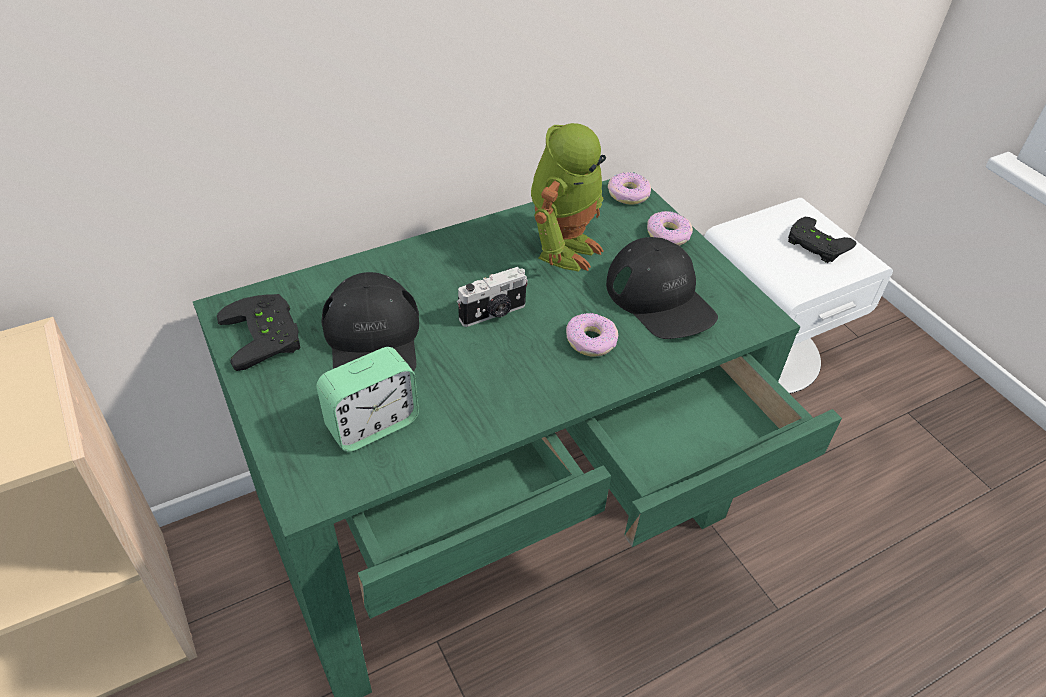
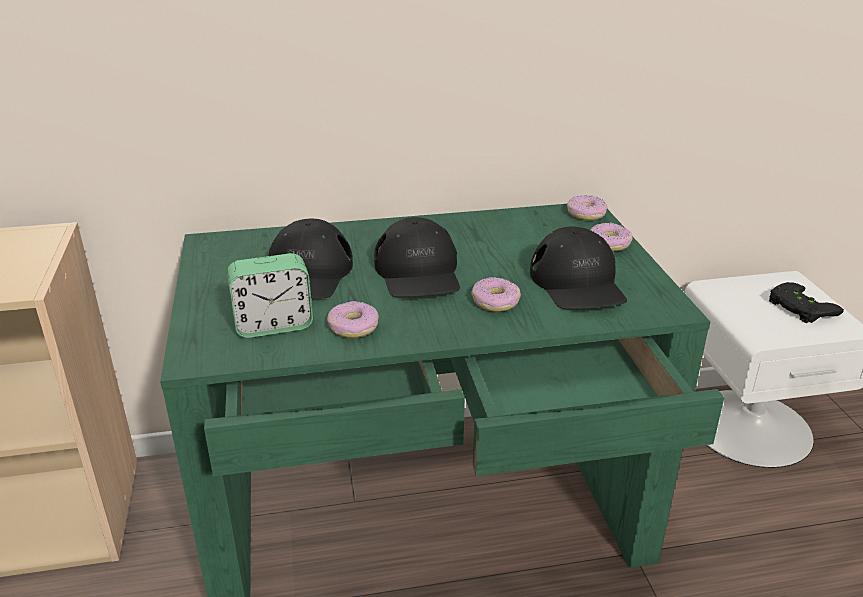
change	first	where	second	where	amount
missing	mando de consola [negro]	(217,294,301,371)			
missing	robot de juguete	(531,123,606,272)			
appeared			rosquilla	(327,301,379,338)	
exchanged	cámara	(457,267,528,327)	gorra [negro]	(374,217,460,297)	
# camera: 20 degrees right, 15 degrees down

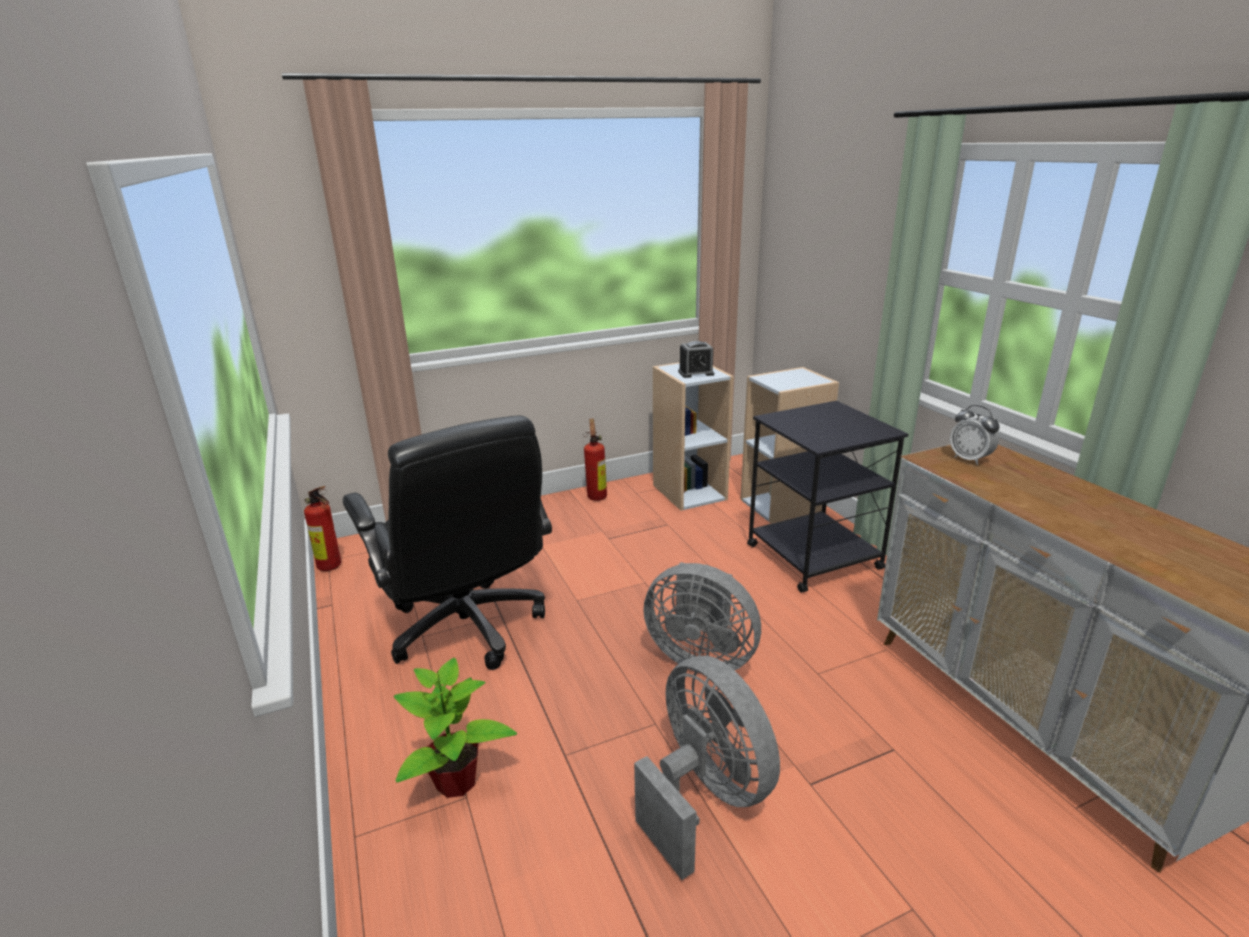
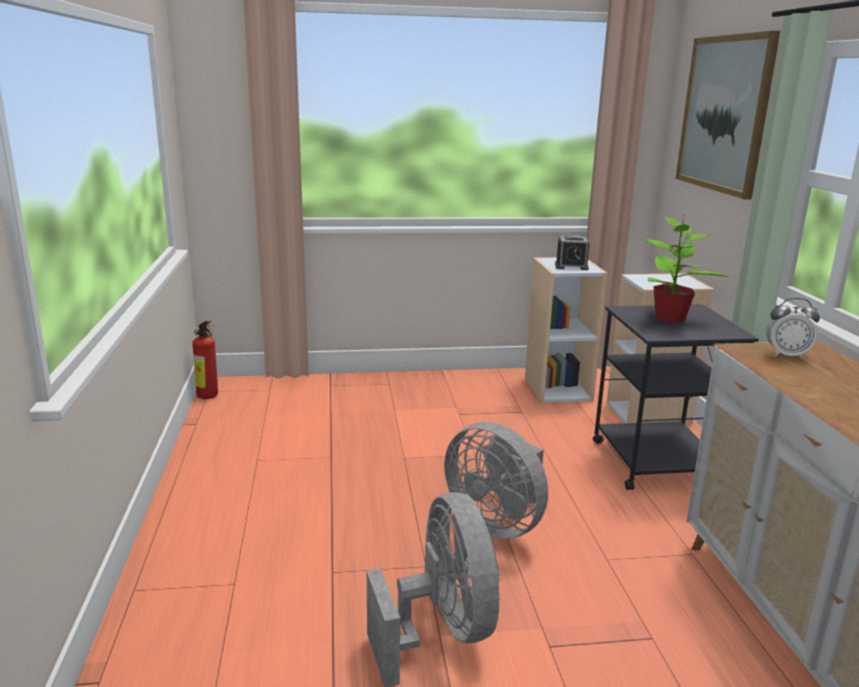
change	first	where	second	where	amount
missing	silla de oficina [negro]	(343,415,552,670)			
missing	extintor	(583,418,607,501)			
appeared			cuadro	(676,31,780,199)	
relocated	planta en maceta	(394,657,517,798)		(641,217,729,322)	
spun	despertador	(950,405,999,465)		(766,298,820,359)	60 degrees counterclockwise
# camera: 15 degrees right, 5 degrees down

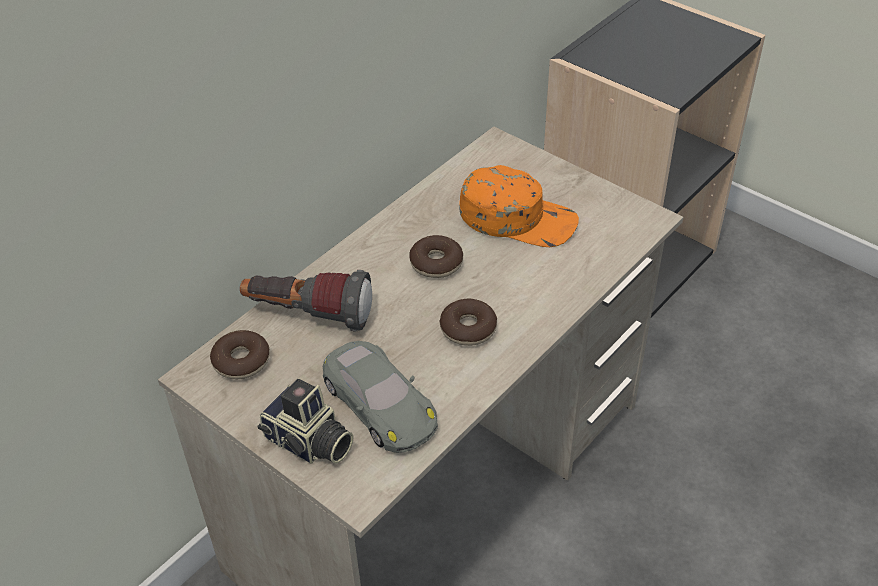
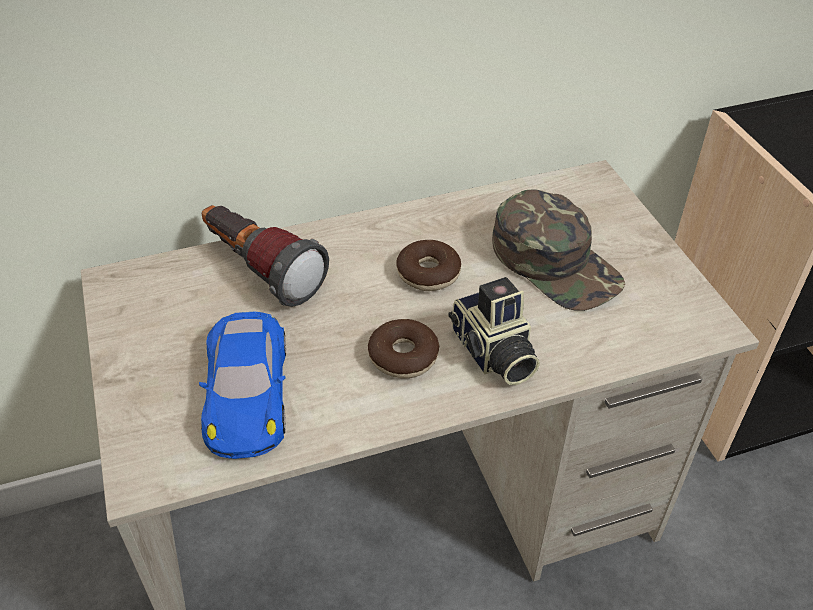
change	first	where	second	where	amount
missing	rosquilla	(210,330,269,379)			
relocated	cámara	(257,379,353,464)		(449,277,540,385)	
colour	coche de juguete [gris]	(323,341,438,453)	coche de juguete [azul]	(199,312,287,459)	
colour	gorra [naranja]	(459,165,579,247)	gorra [verde]	(492,189,625,311)	
# camera: 30 degrees right, 0 degrees up

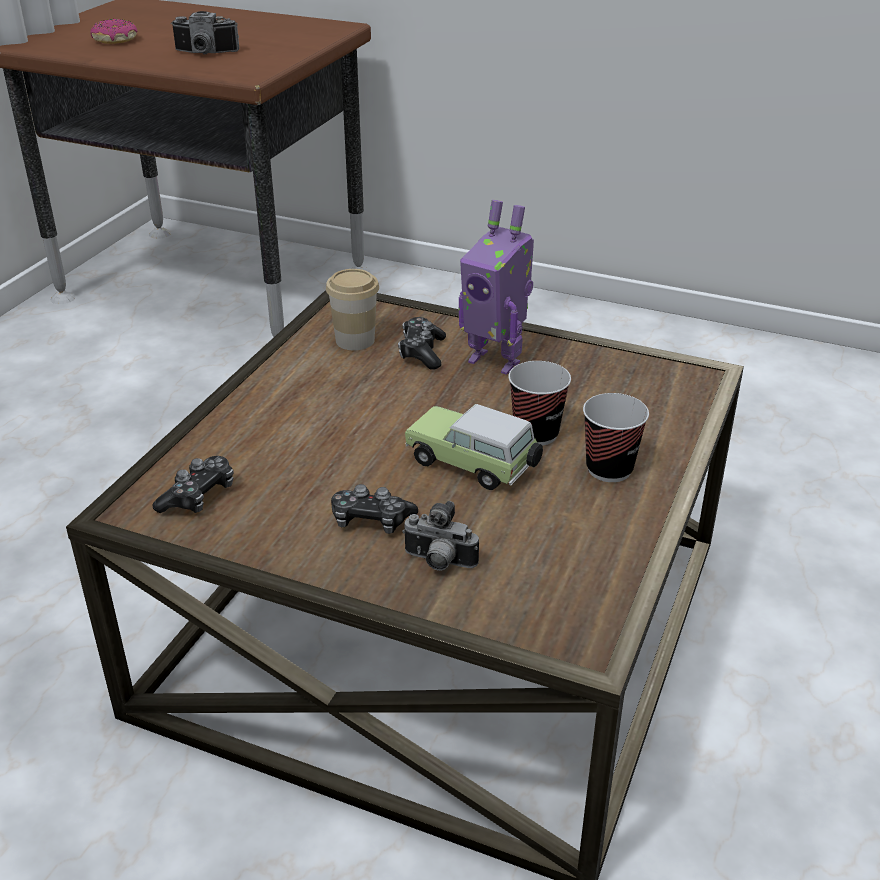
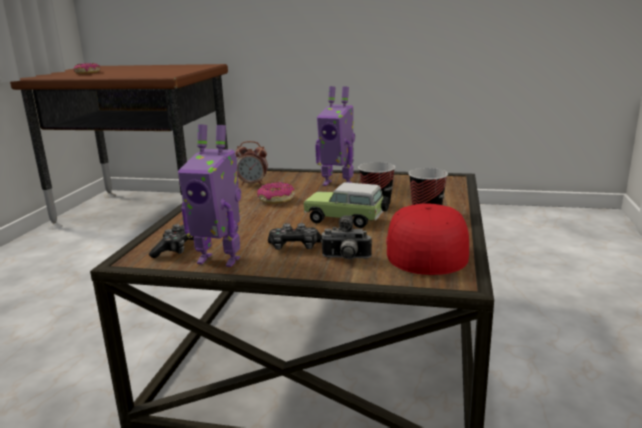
change	first	where	second	where	amount
missing	cámara	(171,11,239,54)			
missing	mando de consola	(398,317,446,370)			
appeared			robot de juguete	(178,124,241,267)	
appeared			rosquilla	(257,182,295,204)	
appeared			gorra [rojo]	(386,203,469,275)	
exchanged	taza	(326,269,379,350)	despertador	(235,141,268,185)	
# camera: 10 degrees left, 15 degrees down

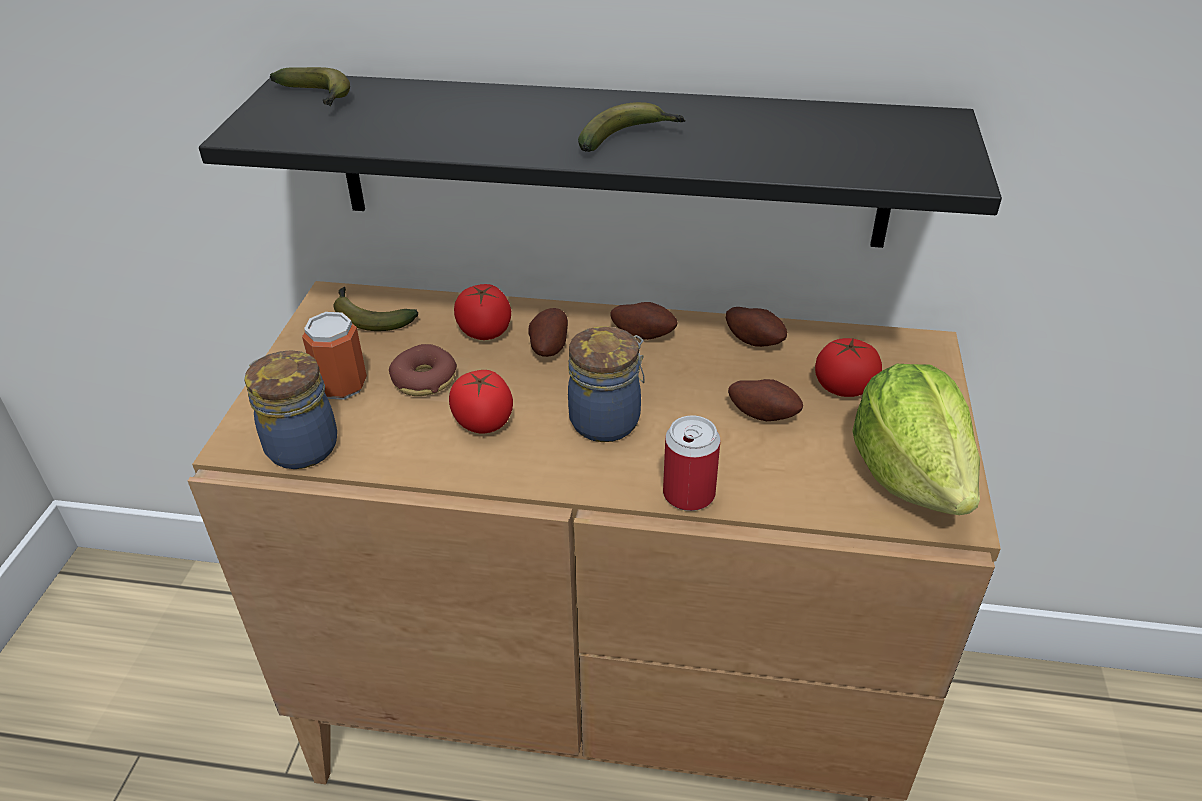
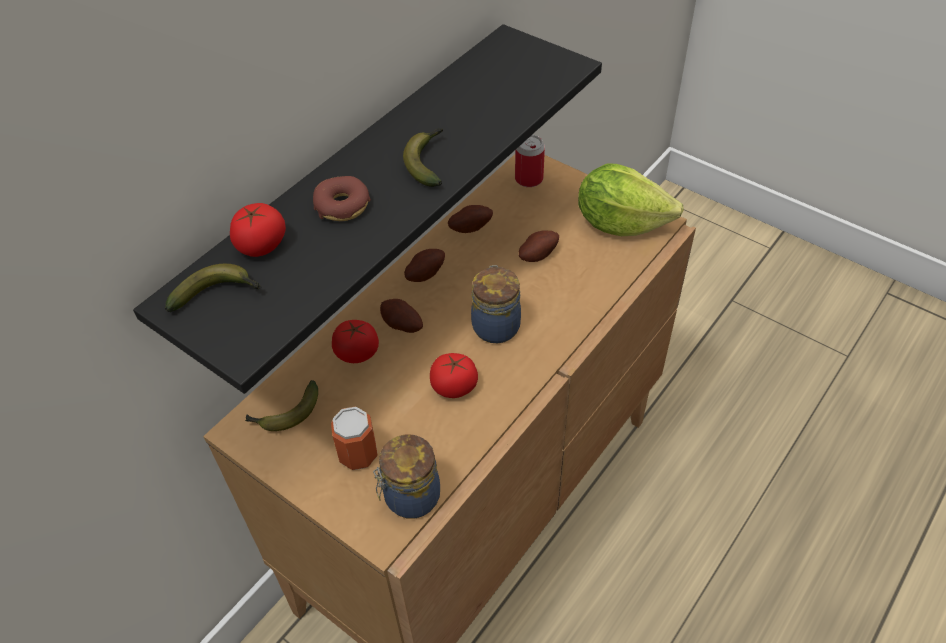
change	first	where	second	where	amount
relocated	rosquilla	(389,344,457,396)		(313,176,371,221)	
relocated	lata	(663,415,720,511)		(515,135,545,187)	
relocated	tomate	(815,338,882,397)		(230,203,286,257)	
# camera: 60 degrees left, 10 degrees up

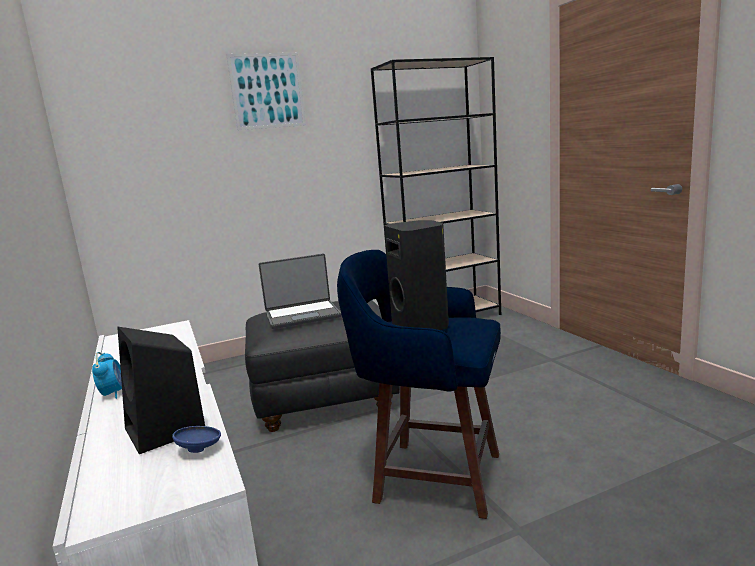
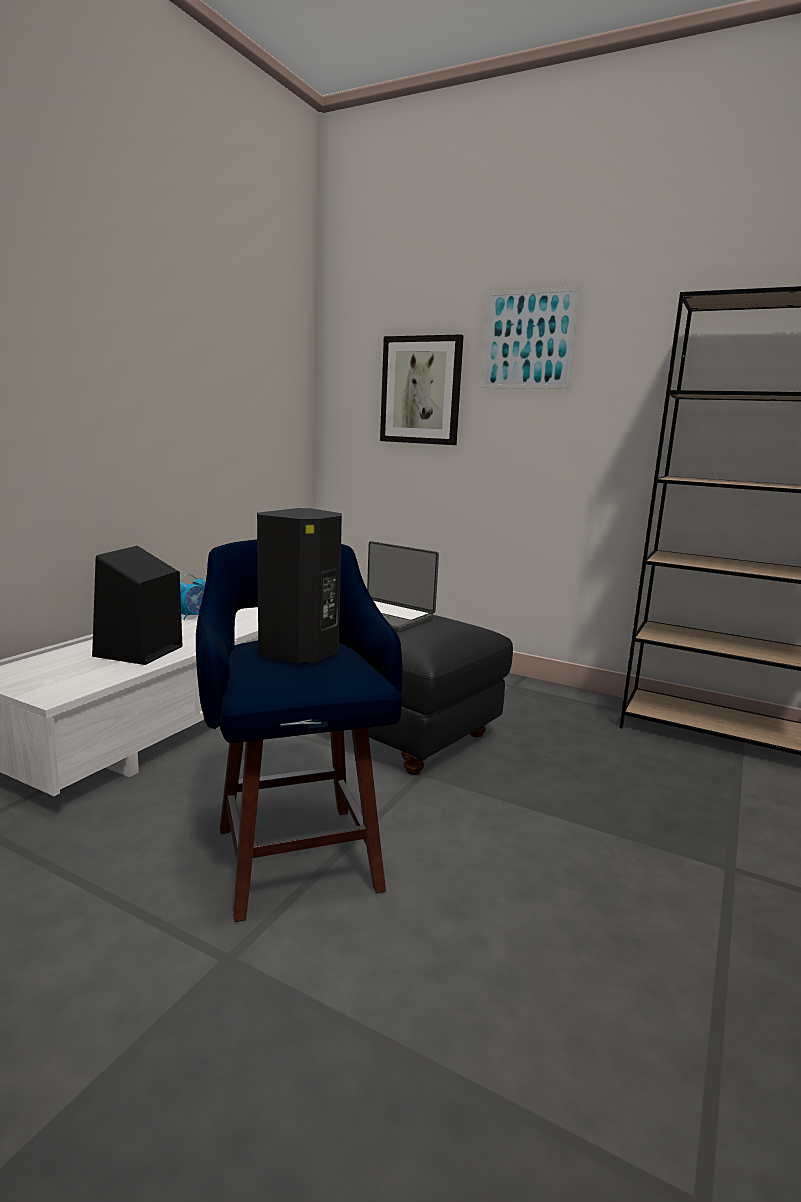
change	first	where	second	where	amount
missing	cuenco [azul]	(172,426,221,453)			
appeared			cuadro	(380,334,464,445)	
# camera: 50 degrees right, 0 degrees up

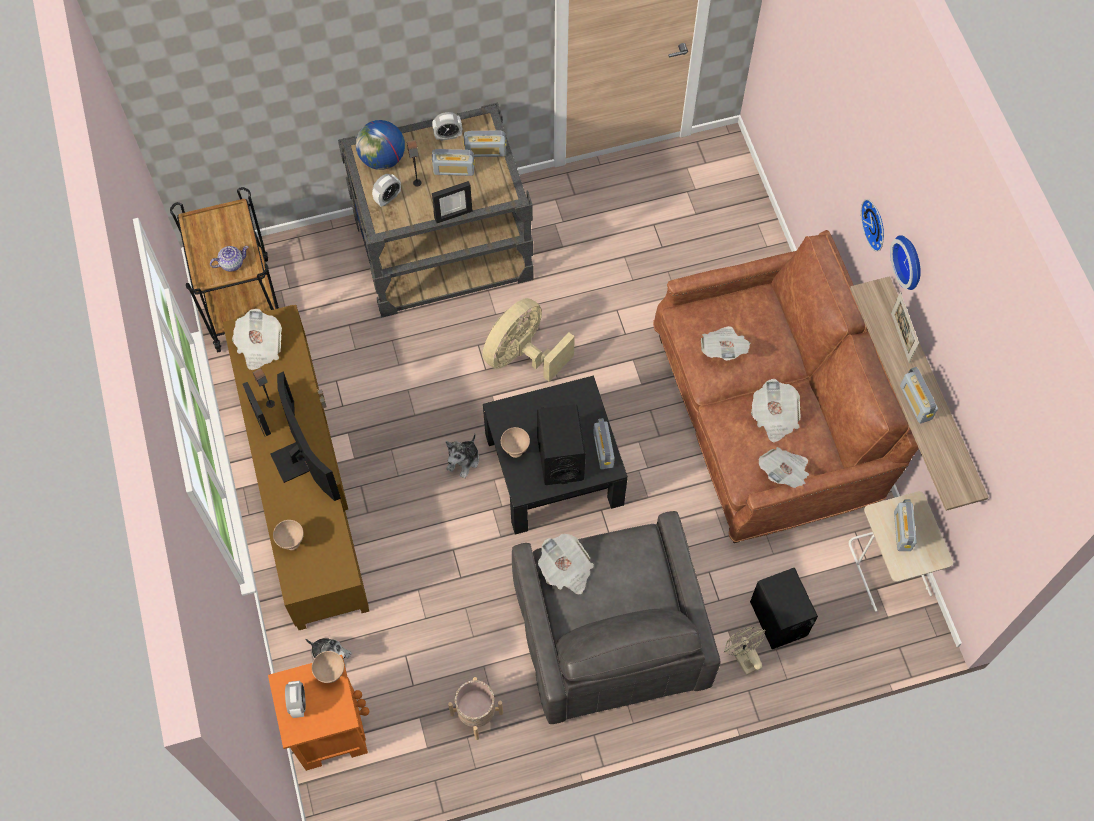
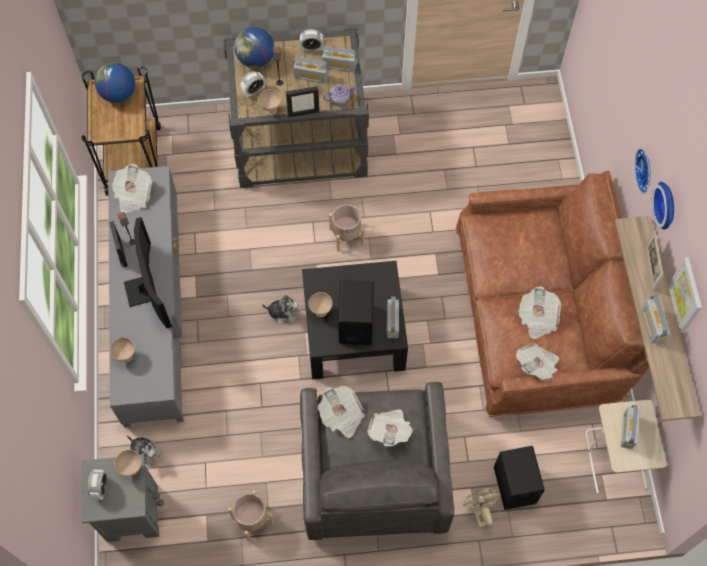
change	first	where	second	where	amount
appeared			globo terráqueo	(95,63,135,103)	
appeared			cuenco [beis]	(258,89,281,116)	
appeared			cuadro	(668,258,702,333)	
relocated	tetera	(210,246,248,272)		(323,84,356,106)	
relocated	periódico	(701,326,751,361)		(367,409,413,446)	
exchanged	ventilador [beis]	(482,298,575,382)	maceta [beis]	(329,204,364,252)	
colour	mueble de televisión [marrón]	(222,305,369,630)	mueble de televisión [gris]	(108,166,184,428)	
colour	mesita de noche [naranja]	(268,655,369,771)	mesita de noche [gris]	(81,454,164,542)	
spun	peluche	(446,434,479,478)		(262,295,299,324)	120 degrees counterclockwise
# camera: 10 degrees right, 0 degrees up

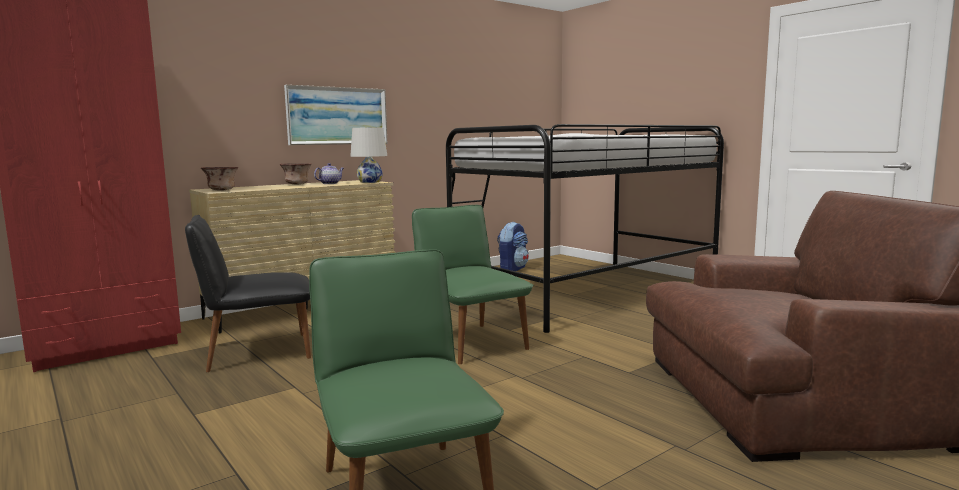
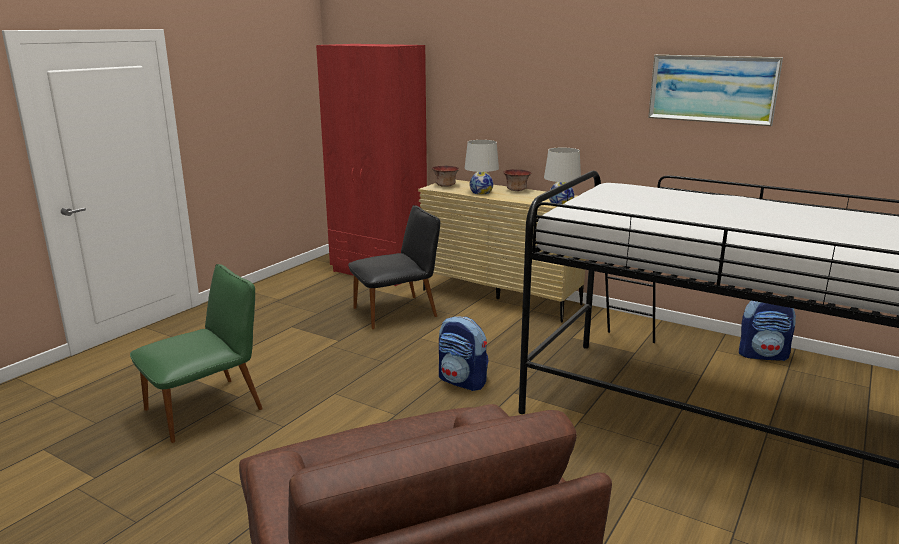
change	first	where	second	where	amount
missing	tetera	(314,163,344,184)			
appeared			lámpara de mesa [blanco]	(465,140,499,194)	
relocated	cuadro	(284,85,387,145)		(648,55,783,126)	
exchanged	silla [verde]	(412,205,533,364)	mochila	(439,316,488,391)	
spun	silla [negro]	(185,215,311,372)		(348,205,440,329)	105 degrees clockwise
# camera: 70 degrees right, 10 degrees up

